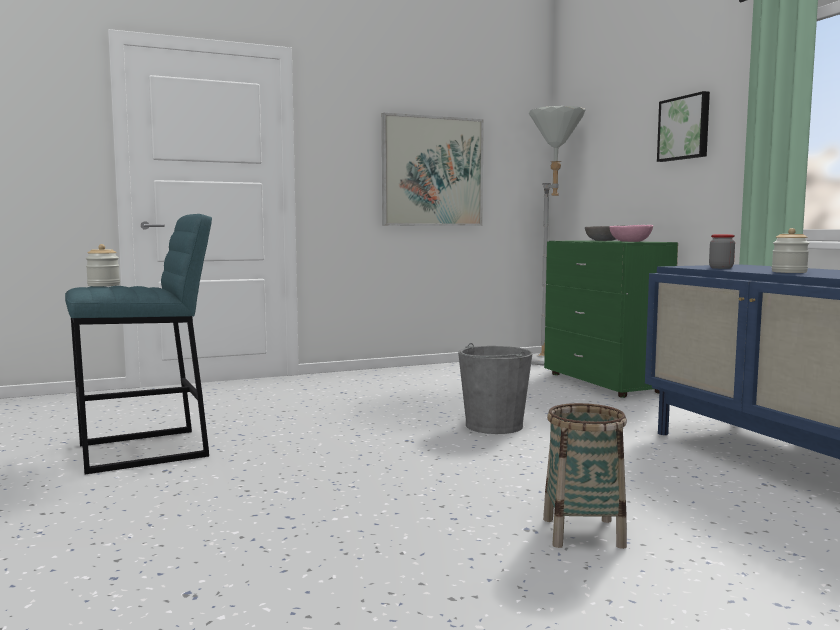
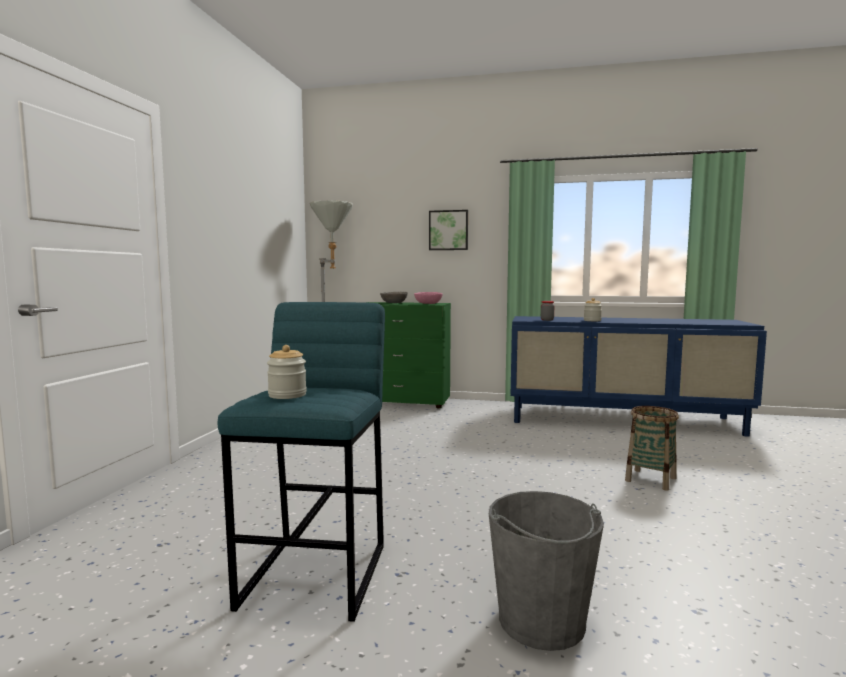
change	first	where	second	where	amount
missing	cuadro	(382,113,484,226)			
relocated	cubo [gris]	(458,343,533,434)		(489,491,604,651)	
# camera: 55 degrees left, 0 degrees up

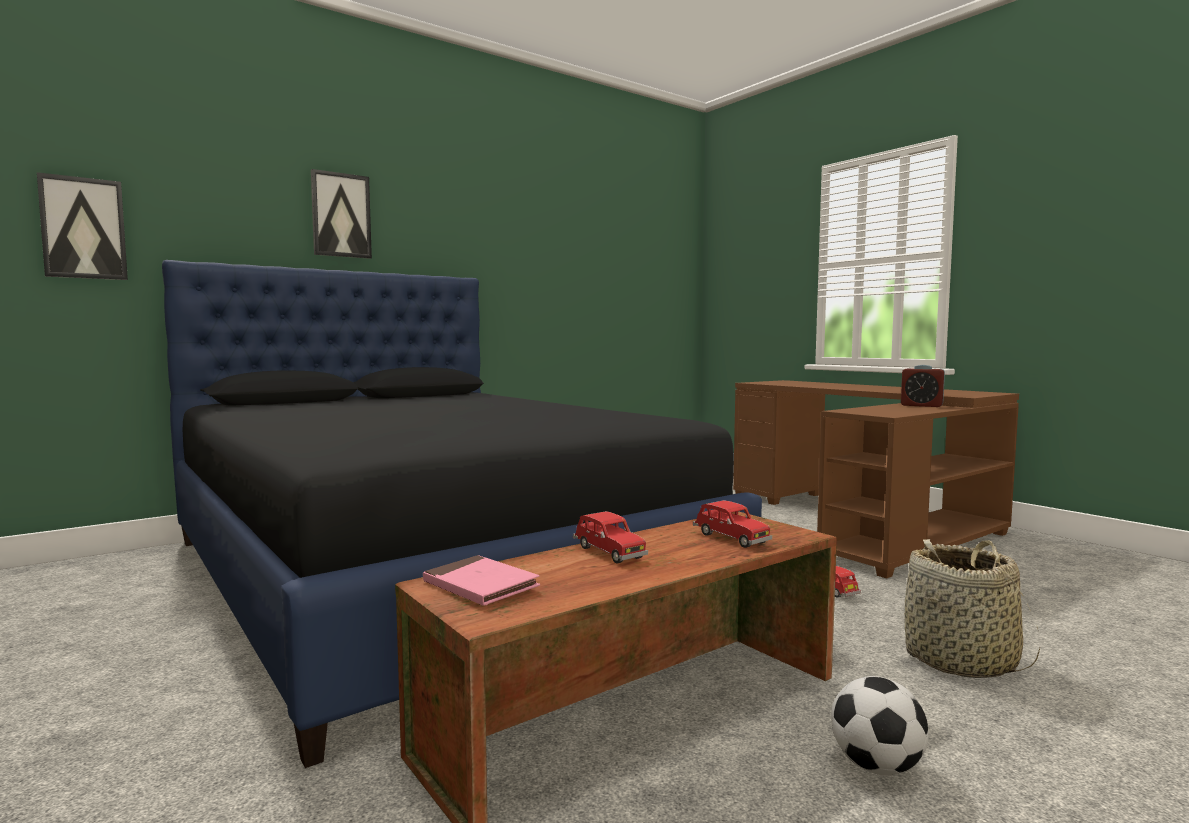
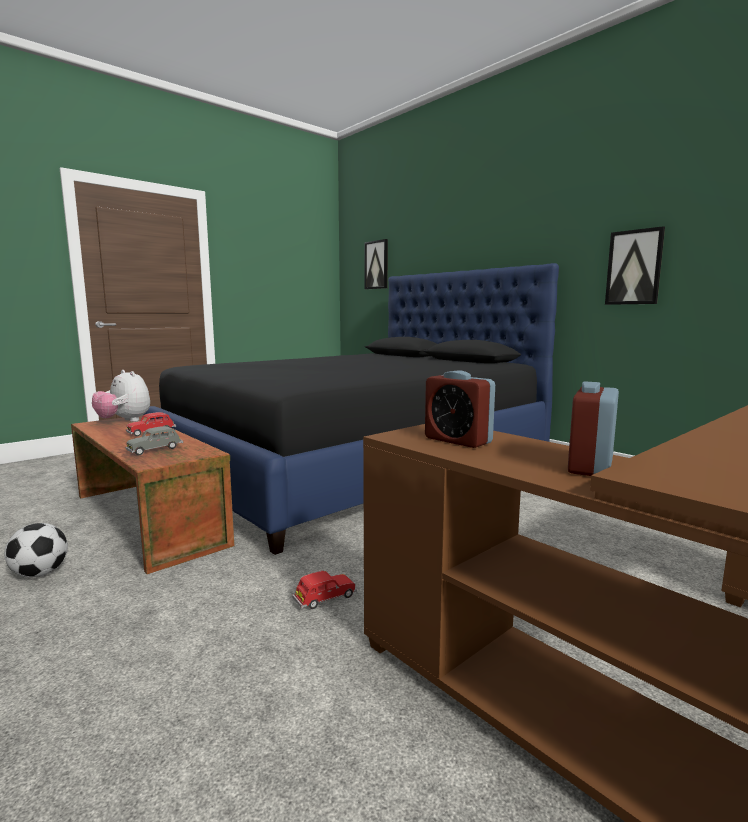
change	first	where	second	where	amount
missing	cesta	(904,539,1040,678)			
appeared			despertador	(425,370,495,448)	
relocated	cuadro	(311,169,372,259)		(605,226,665,305)	
exchanged	libro [rosa]	(423,555,540,605)	peluche	(92,370,150,422)	
colour	coche de juguete [rojo]	(693,500,772,548)	coche de juguete [gris]	(125,426,183,455)	
# camera: 85 degrees right, 5 degrees up

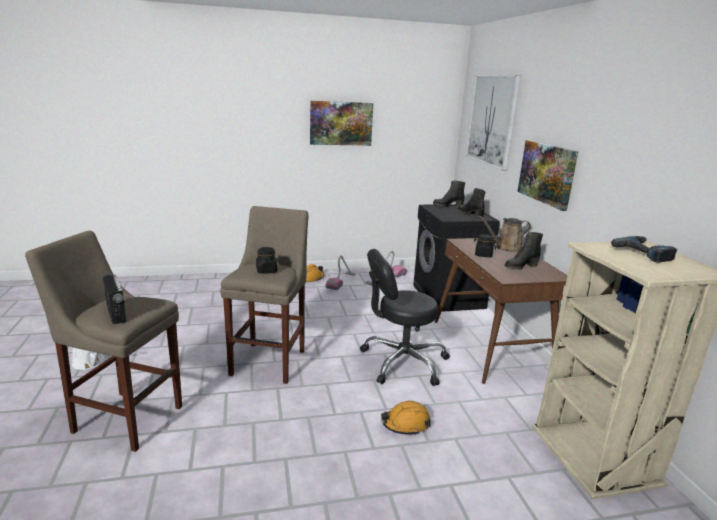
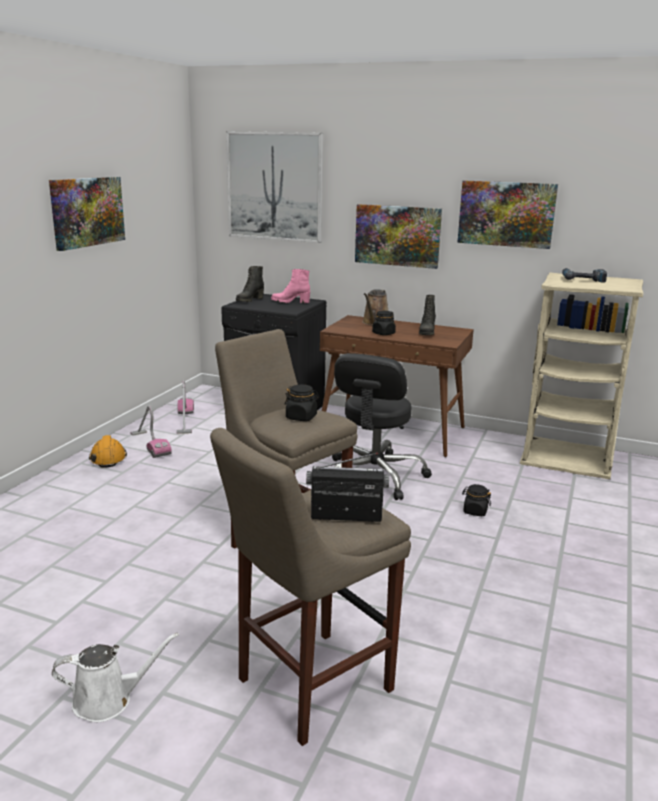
change	first	where	second	where	amount
appeared			cuadro	(457,180,558,249)	
exchanged	casco [naranja]	(381,401,430,435)	tarro [negro]	(462,484,491,516)	
colour	bota [negro]	(457,188,485,218)	bota [rosa]	(271,269,310,303)	
# camera: 55 degrees left, 0 degrees up

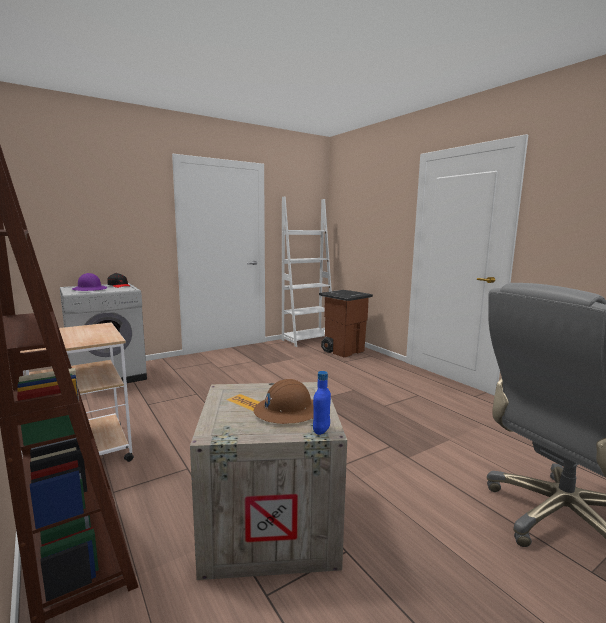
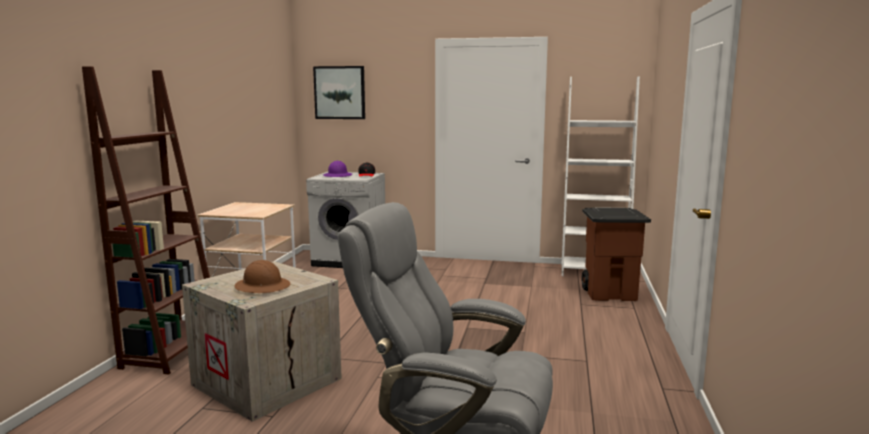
change	first	where	second	where	amount
missing	botella [azul]	(313,371,331,435)			
appeared			cuadro	(313,66,365,119)	
# camera: 45 degrees right, 0 degrees up

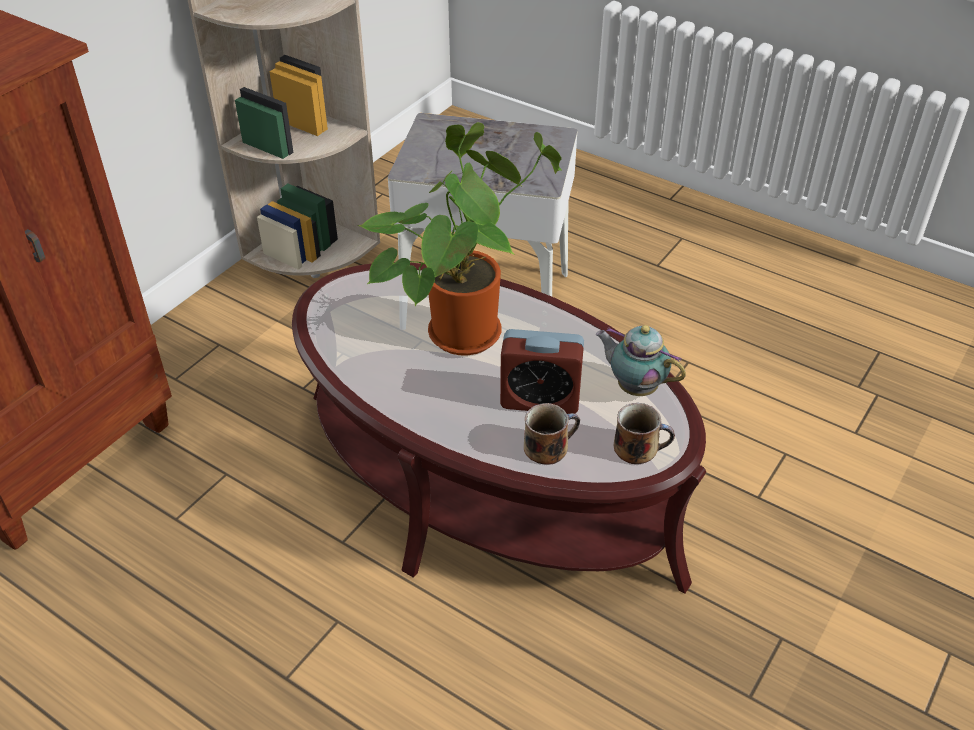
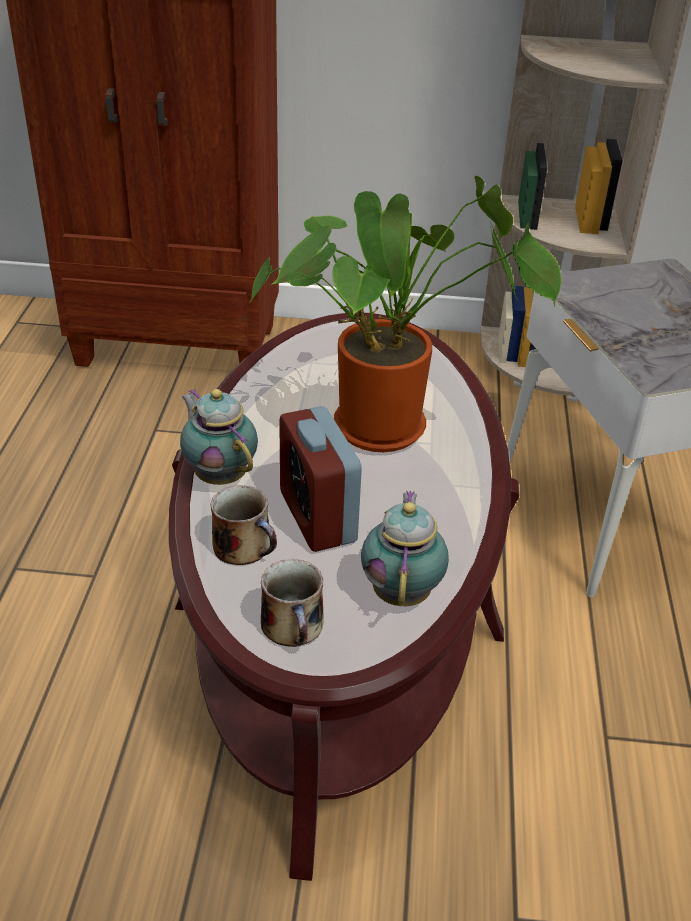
change	first	where	second	where	amount
appeared			tetera	(180,389,258,485)	
# camera: 60 degrees right, 5 degrees down

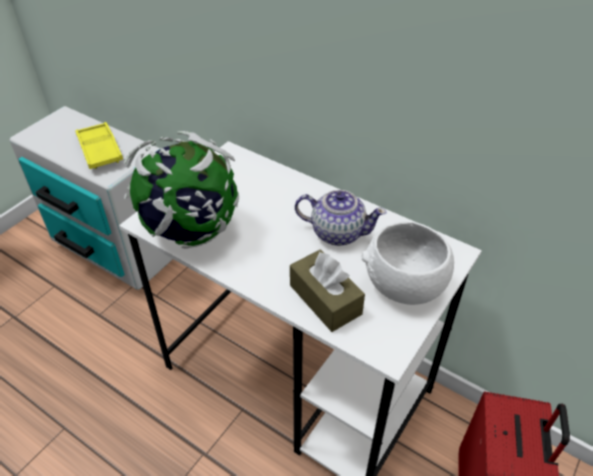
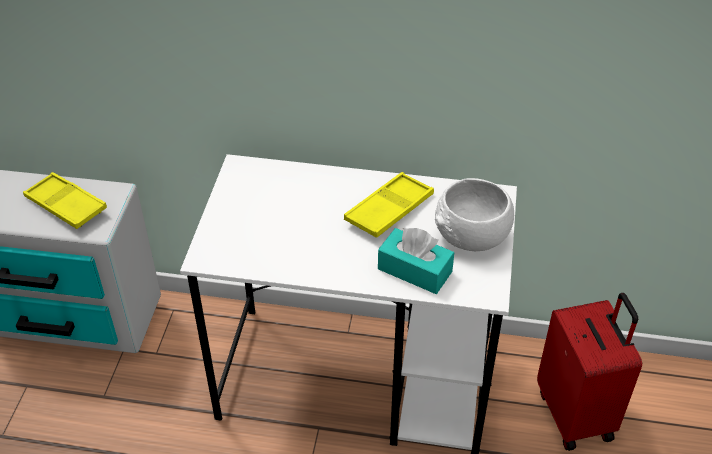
change	first	where	second	where	amount
missing	globo terráqueo	(123,131,239,249)			
exchanged	tetera	(295,190,387,246)	bandeja [amarillo]	(344,172,434,238)	
colour	caja de pañuelos [marrón]	(290,250,365,332)	caja de pañuelos [turquesa]	(378,228,454,294)	
# camera: 25 degrees left, 0 degrees up

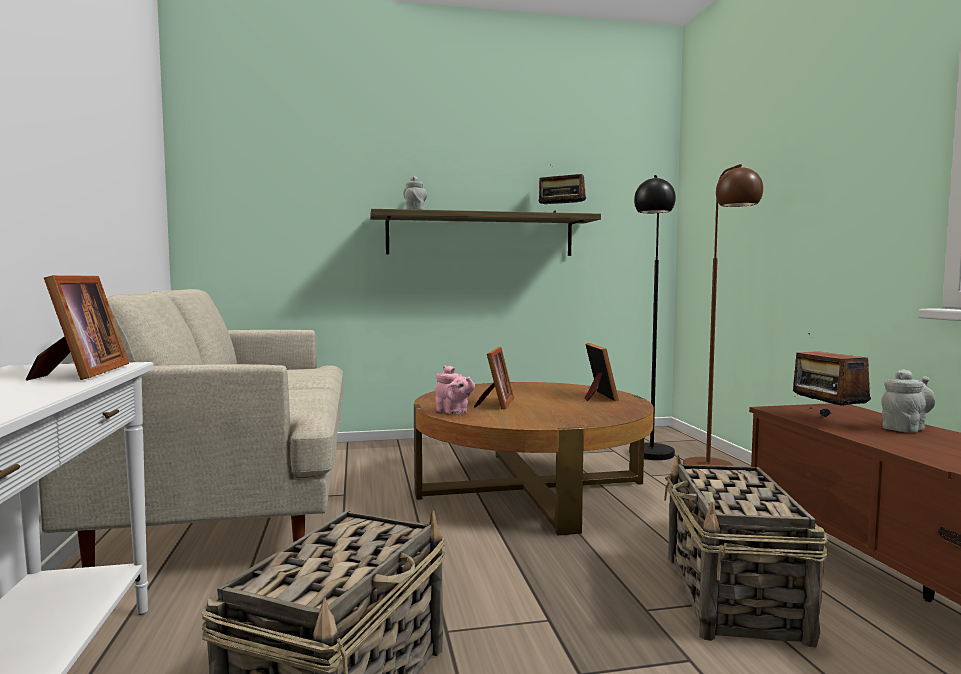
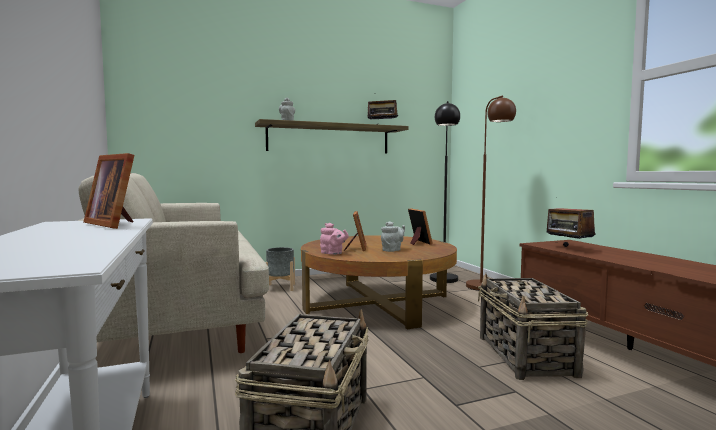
change	first	where	second	where	amount
appeared			maceta [gris]	(265,247,295,291)	
relocated	tetera [gris]	(881,369,935,433)		(381,221,405,252)	
spun	portarretratos	(25,275,129,380)		(83,153,135,229)	150 degrees clockwise
# camera: 10 degrees left, 0 degrees up

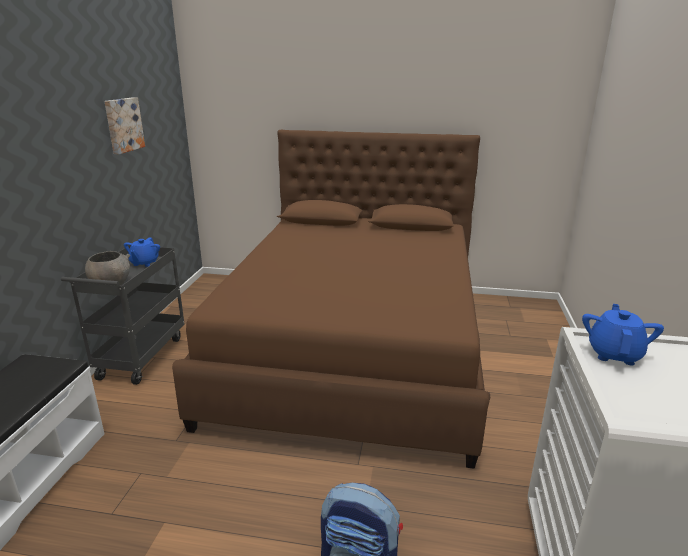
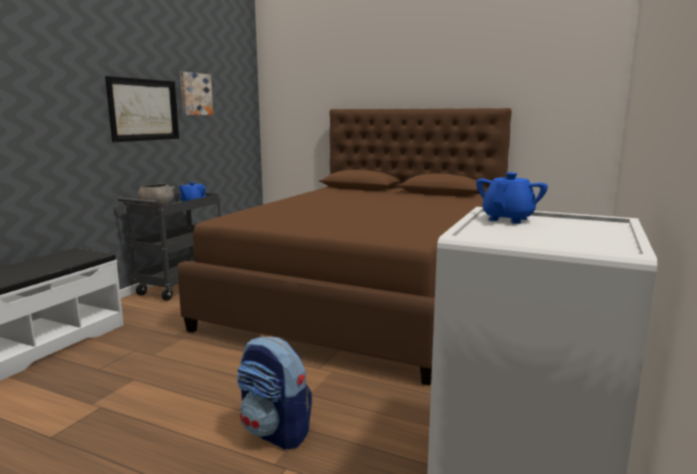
change	first	where	second	where	amount
appeared			cuadro	(105,76,179,142)	
# camera: 15 degrees right, 10 degrees down

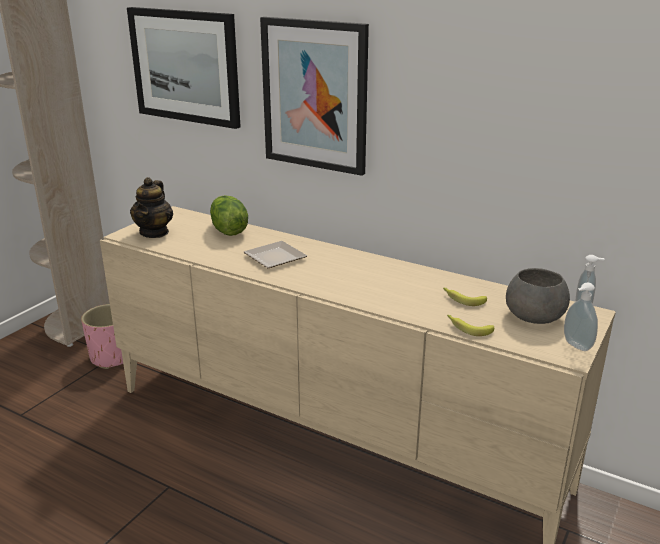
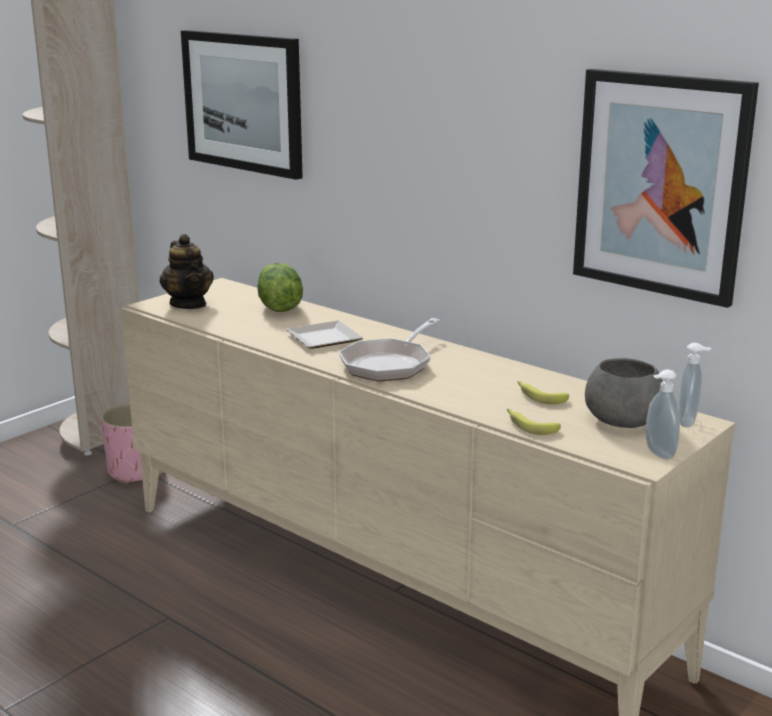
change	first	where	second	where	amount
appeared			sartén	(339,318,440,381)	
relocated	cuadro	(260,17,369,176)		(573,69,759,308)	
spun	tetera	(130,177,173,238)		(160,234,214,309)	45 degrees counterclockwise
# camera: 10 degrees right, 5 degrees down

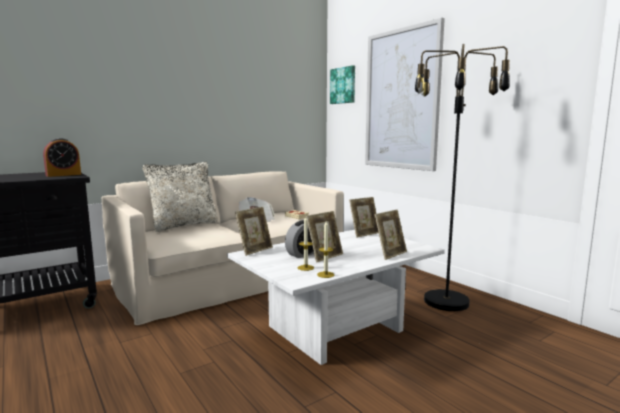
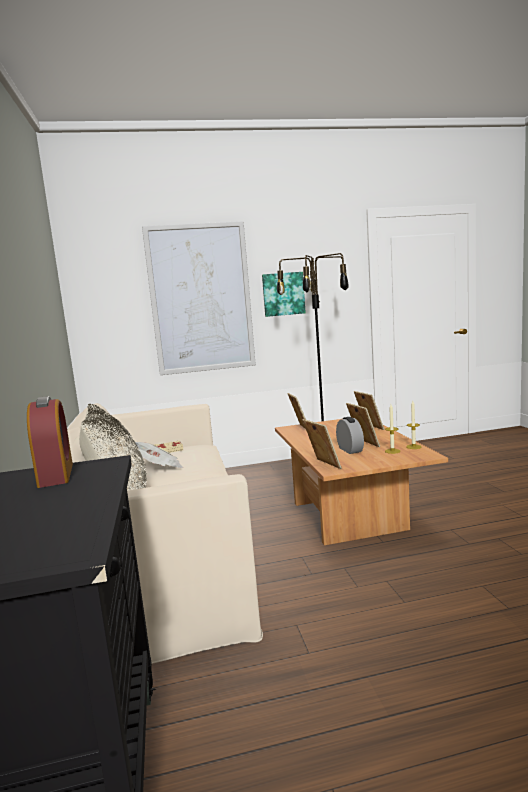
change	first	where	second	where	amount
relocated	cuadro	(330,65,355,104)		(262,272,306,317)	
colour	mesa de centro [blanco]	(227,230,445,365)	mesa de centro [marrón]	(275,419,448,545)	
# camera: 65 degrees left, 0 degrees up

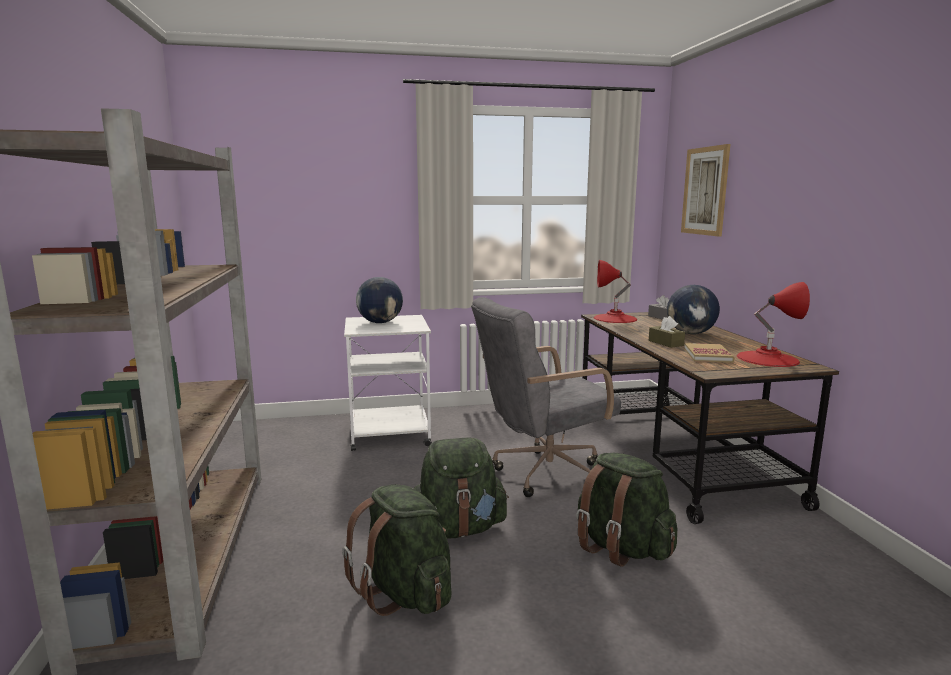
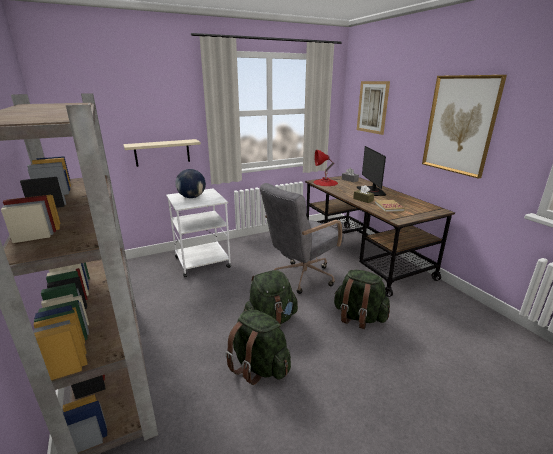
change	first	where	second	where	amount
missing	lámpara de mesa [rojo]	(737,282,810,367)			
appeared			estante [beis]	(123,139,201,167)	
appeared			cuadro	(422,75,507,179)	
exchanged	globo terráqueo	(667,285,720,334)	monitor	(356,146,386,196)	
# camera: 15 degrees left, 10 degrees up

